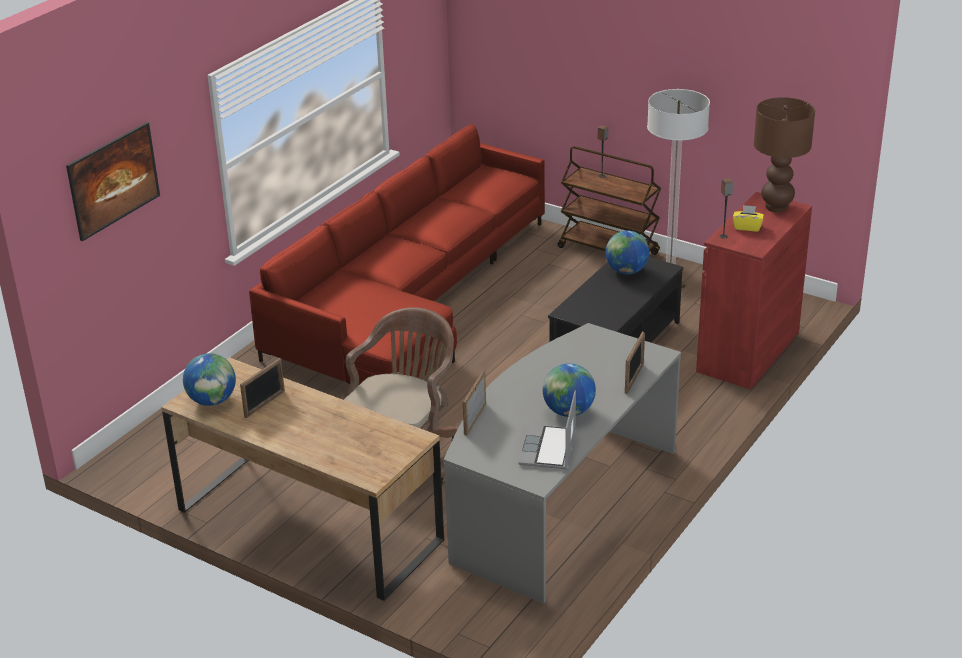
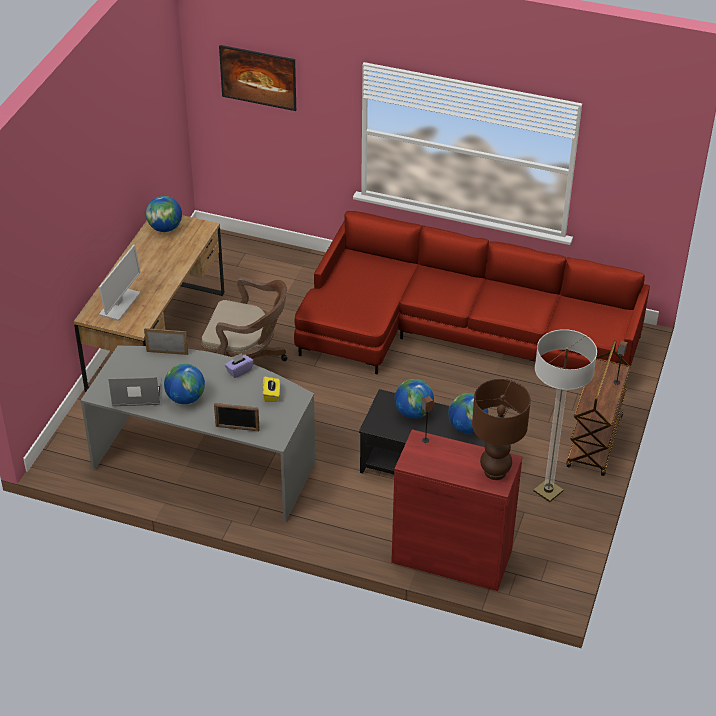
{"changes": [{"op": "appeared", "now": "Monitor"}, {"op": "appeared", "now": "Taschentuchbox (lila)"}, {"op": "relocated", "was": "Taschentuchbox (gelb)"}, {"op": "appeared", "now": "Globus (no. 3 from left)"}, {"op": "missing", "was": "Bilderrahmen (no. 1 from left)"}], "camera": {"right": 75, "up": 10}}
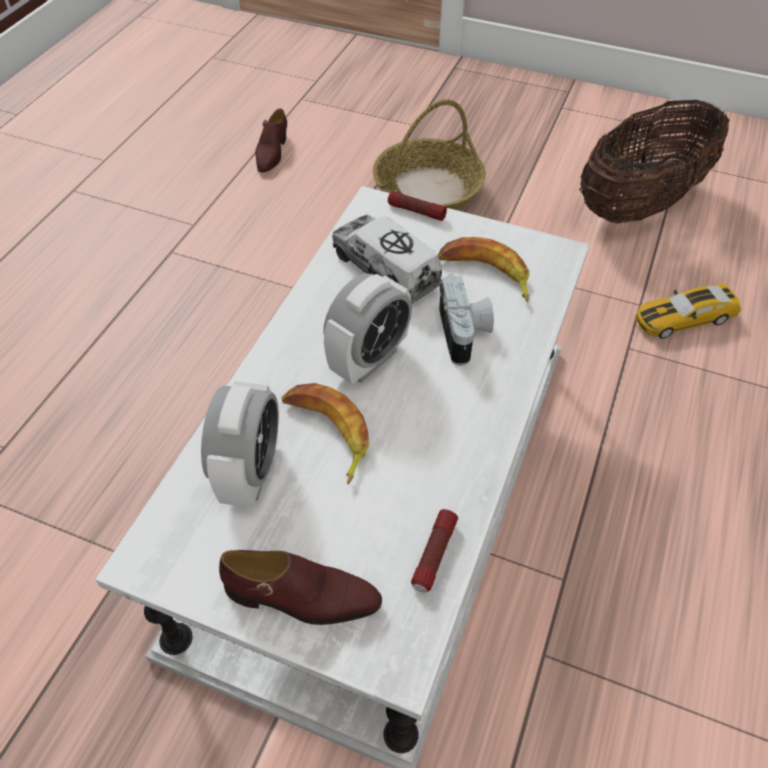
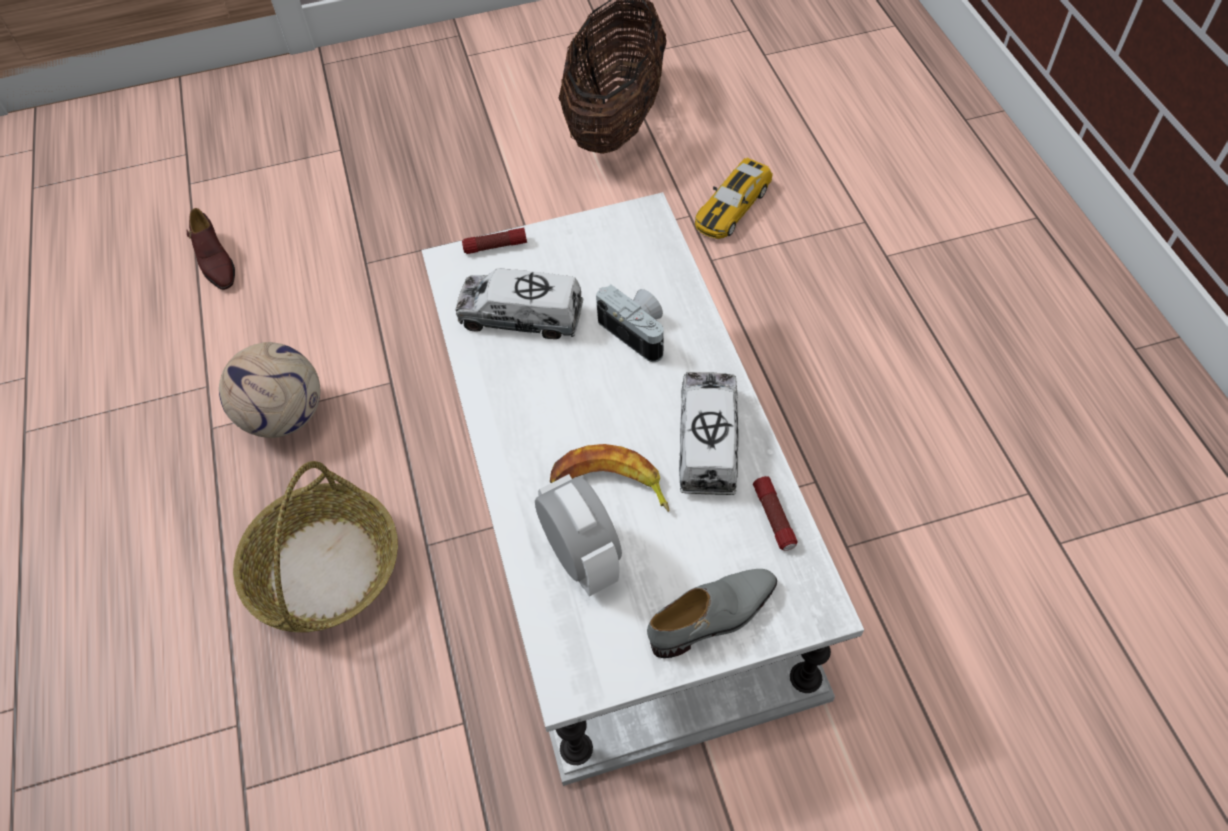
{"changes": [{"op": "appeared", "now": "Fußball"}, {"op": "relocated", "was": "Korb (no. 1 from left)"}, {"op": "colour", "was": "Schuh (braun) (no. 2 from left)", "now": "Schuh (grau)"}, {"op": "appeared", "now": "Spielzeuglaster (no. 2 from left)"}, {"op": "missing", "was": "Wecker (no. 2 from left)"}, {"op": "missing", "was": "Banane (no. 2 from left)"}], "camera": {"right": -35, "up": 5}}
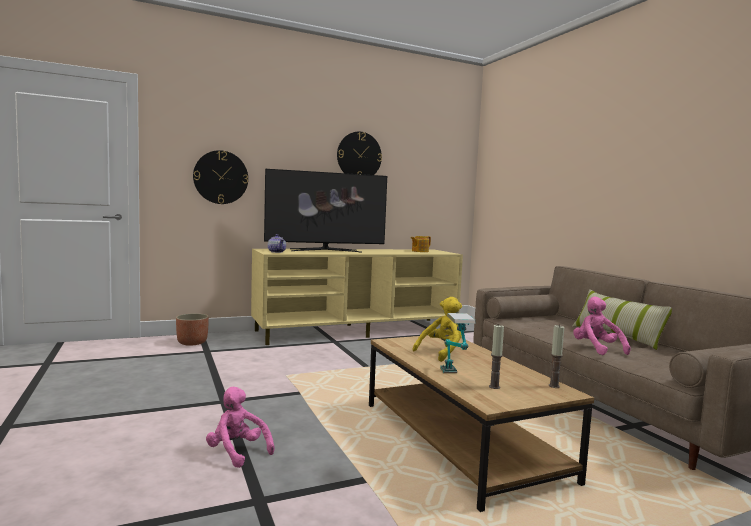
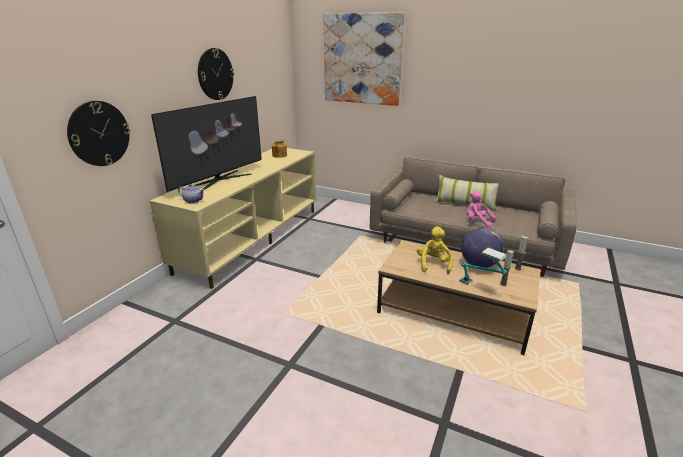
{"changes": [{"op": "appeared", "now": "Bild"}, {"op": "appeared", "now": "Globus"}, {"op": "missing", "was": "Pflanzkübel"}, {"op": "missing", "was": "Plüschtier (rosa) (no. 1 from left)"}], "camera": {"right": -40, "up": 20}}
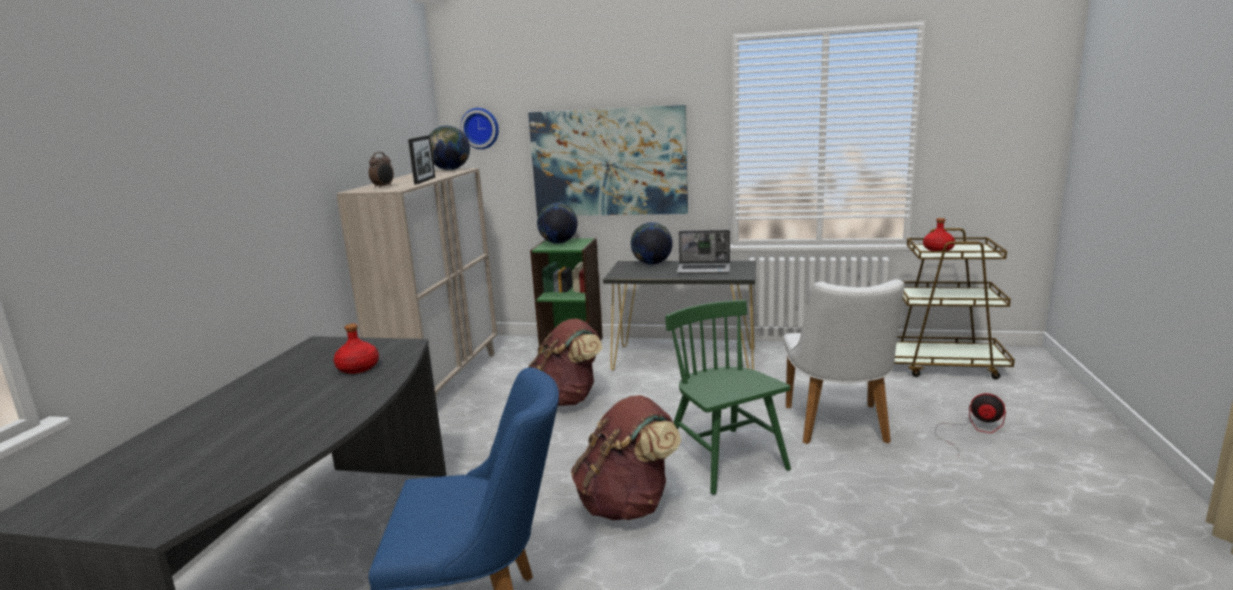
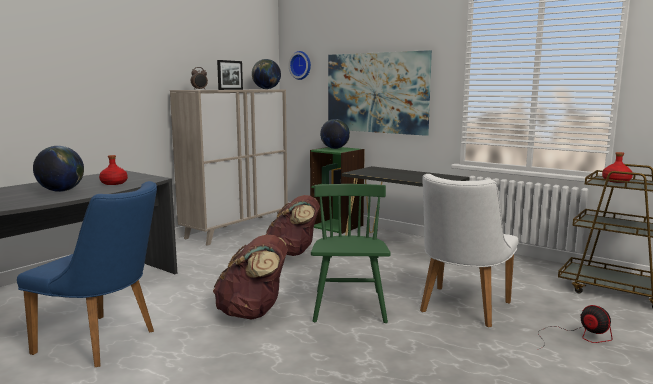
{"changes": [{"op": "relocated", "was": "Globus (no. 3 from left in the first image)", "now": "Globus (no. 1 from left)"}, {"op": "missing", "was": "Laptop"}], "camera": {"right": 25, "up": -5}}
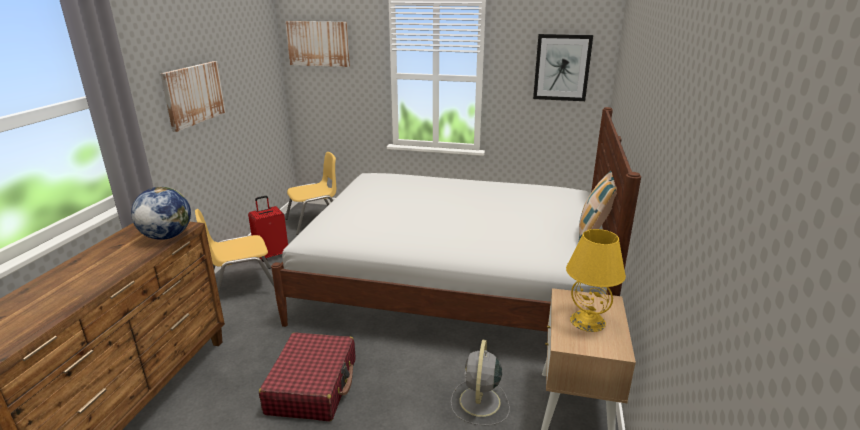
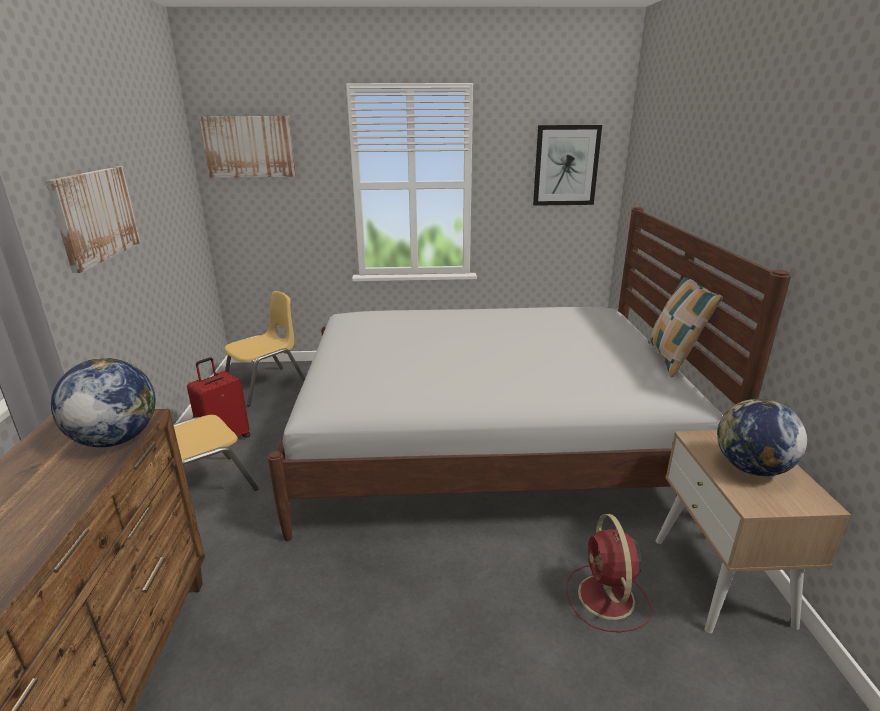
{"changes": [{"op": "colour", "was": "Ventilator (grau)", "now": "Ventilator (rot)"}, {"op": "exchanged", "was": "Tischlampe (gelb)", "now": "Globus (no. 2 from left)"}, {"op": "missing", "was": "Koffer (rot) (no. 2 from left)"}], "camera": {"right": -15, "up": 0}}
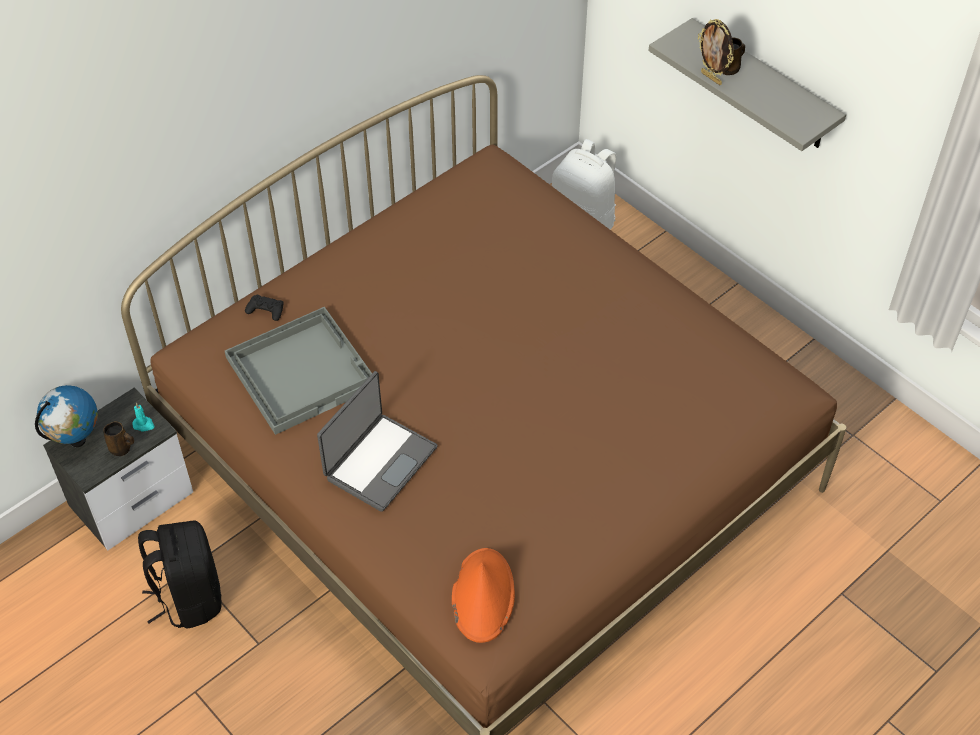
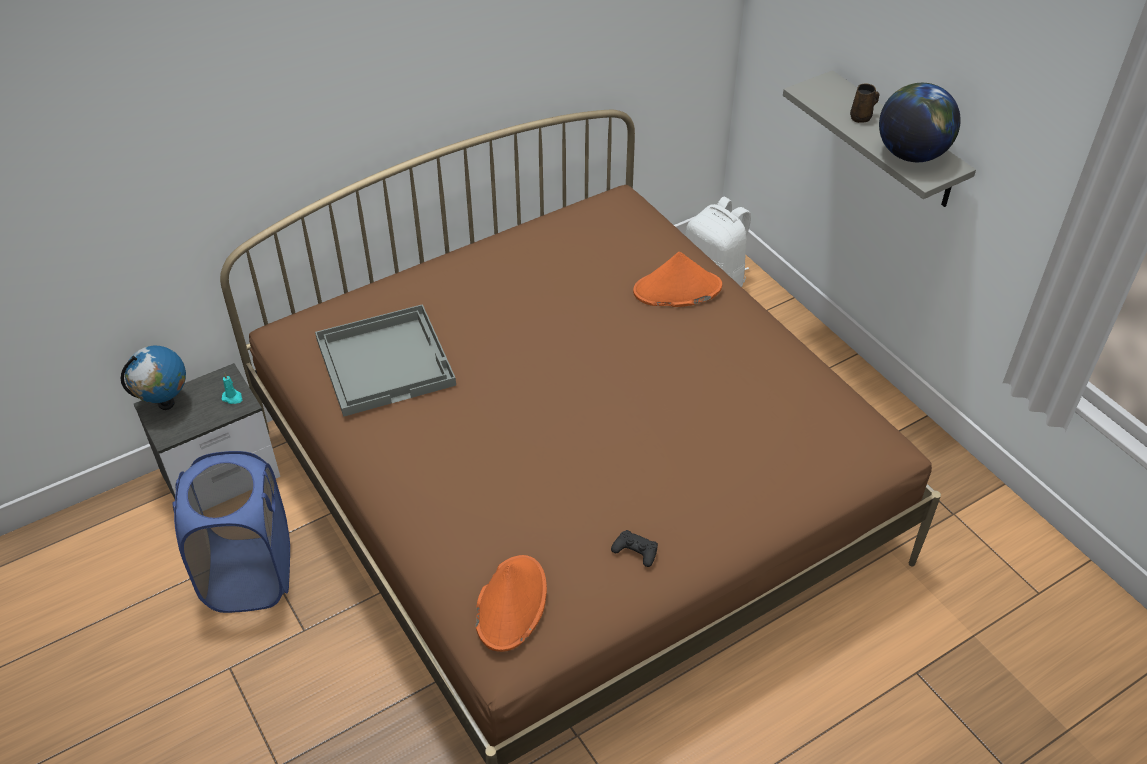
{"changes": [{"op": "exchanged", "was": "Rucksack (schwarz)", "now": "Wäschekorb (blau)"}, {"op": "relocated", "was": "Gamepad (schwarz)"}, {"op": "appeared", "now": "Hut (orange) (no. 2 from left)"}, {"op": "appeared", "now": "Globus (no. 2 from left)"}, {"op": "missing", "was": "Henkelbecher (braun) (no. 1 from left)"}, {"op": "missing", "was": "Laptop"}, {"op": "missing", "was": "Bilderrahmen"}], "camera": {"right": 10, "up": -5}}
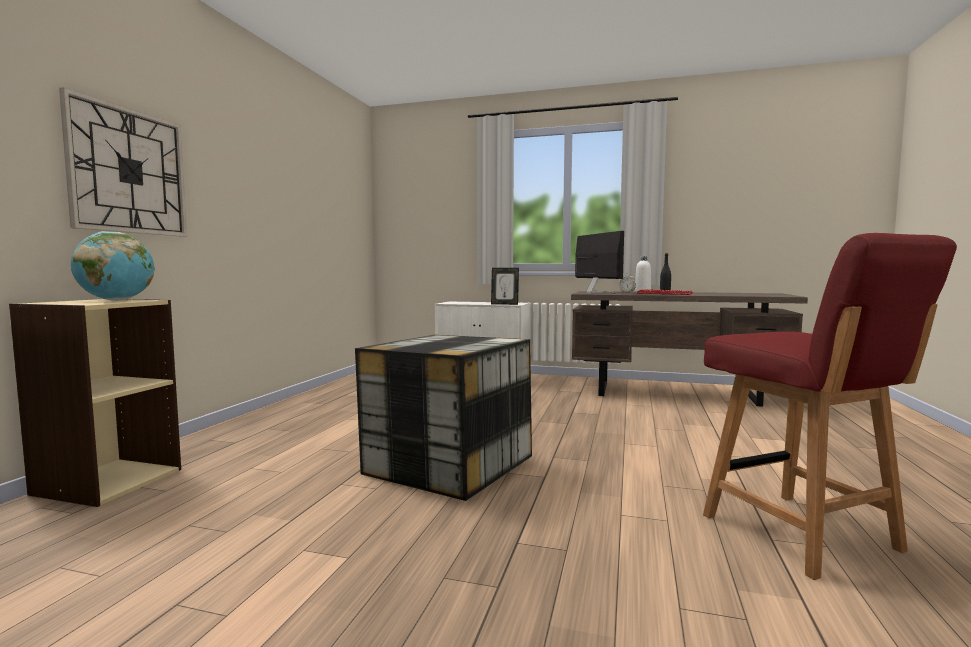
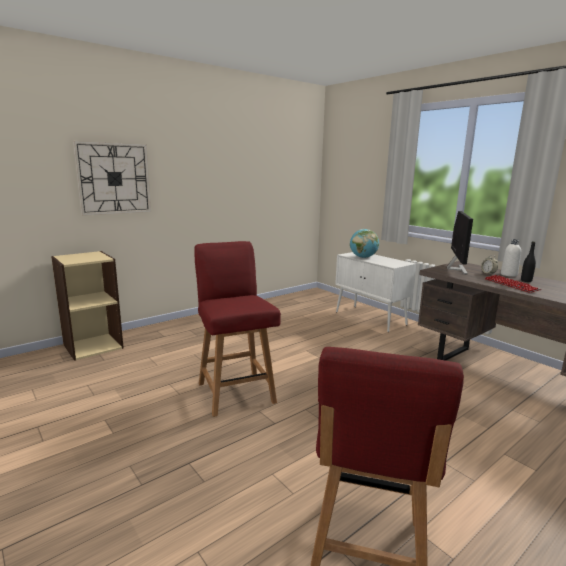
{"changes": [{"op": "exchanged", "was": "Aufbewahrungsbox", "now": "Stuhl (rot) (no. 1 from left)"}, {"op": "relocated", "was": "Globus"}, {"op": "missing", "was": "Bilderrahmen"}], "camera": {"right": 35, "up": 10}}
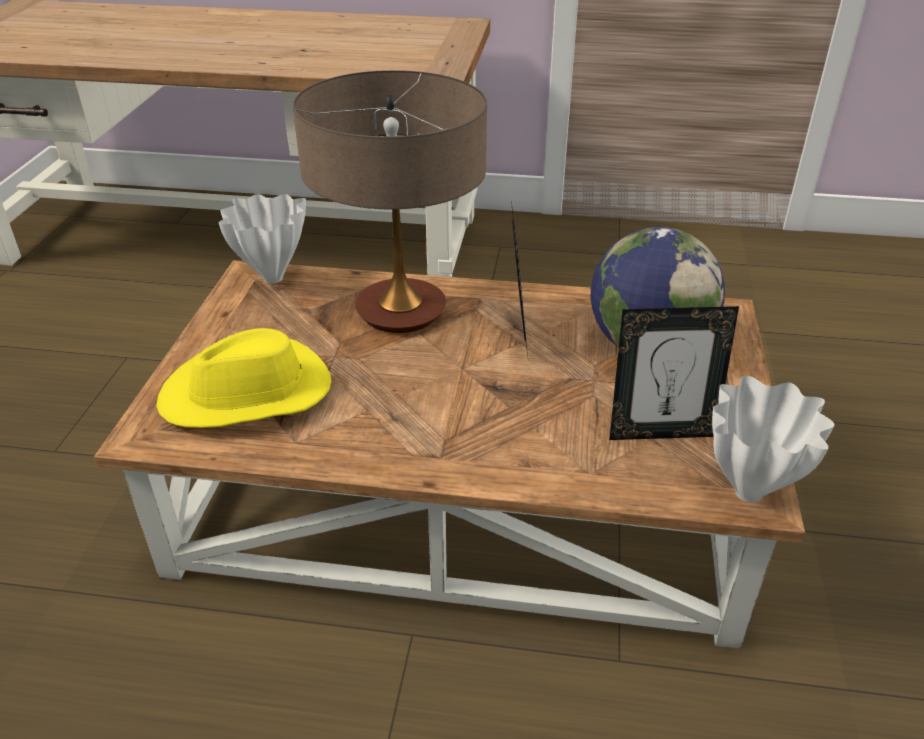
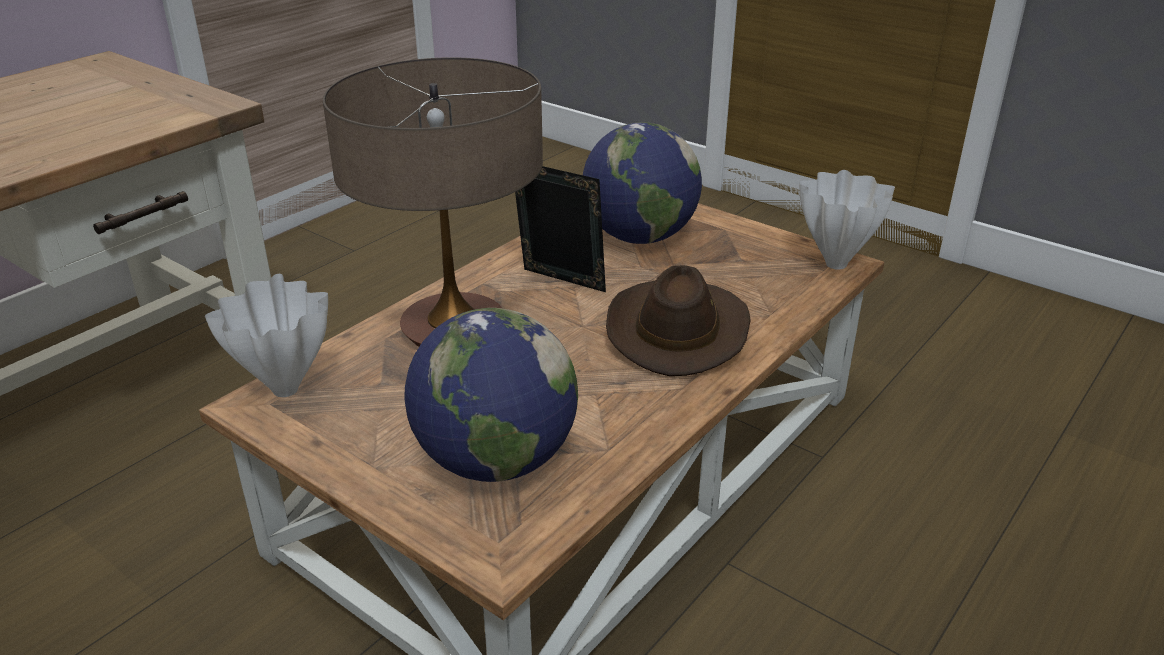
{"changes": [{"op": "exchanged", "was": "Hut (gelb)", "now": "Globus (no. 1 from left)"}, {"op": "appeared", "now": "Hut (braun)"}, {"op": "missing", "was": "Bilderrahmen (no. 2 from left)"}], "camera": {"right": -60, "up": -5}}
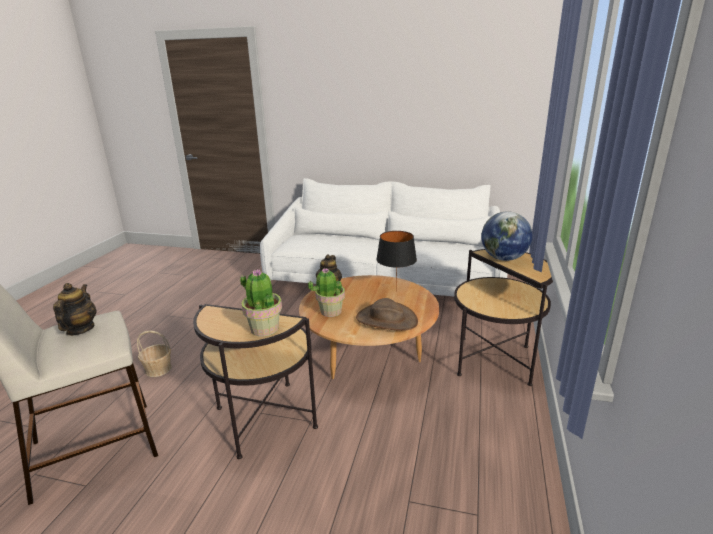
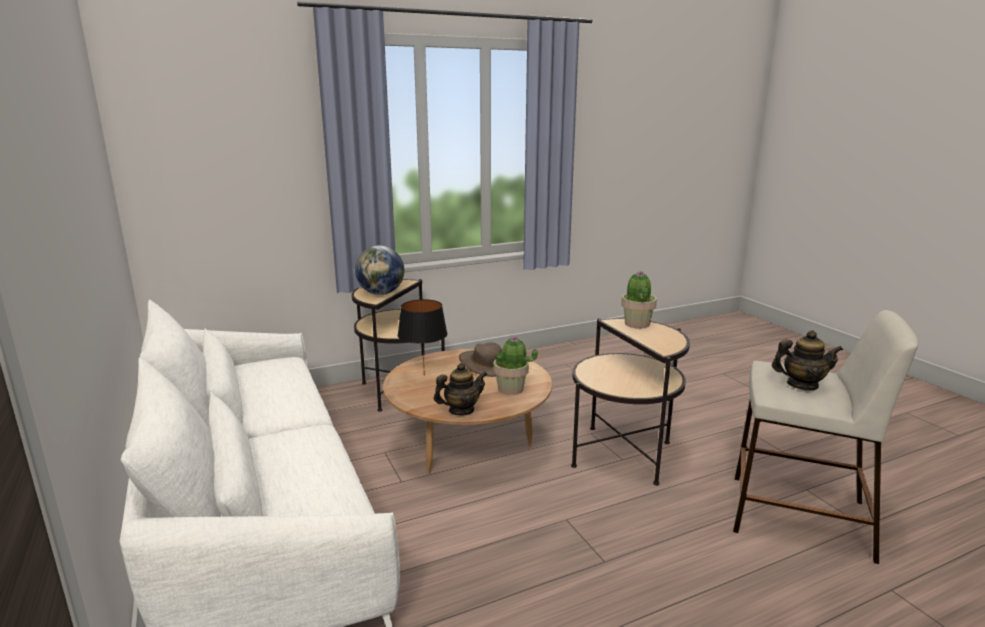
{"changes": [{"op": "spun", "was": "Teekanne (no. 1 from left in the first image)", "clockwise": -135}, {"op": "missing", "was": "Korb"}], "camera": {"right": -130, "up": -5}}
